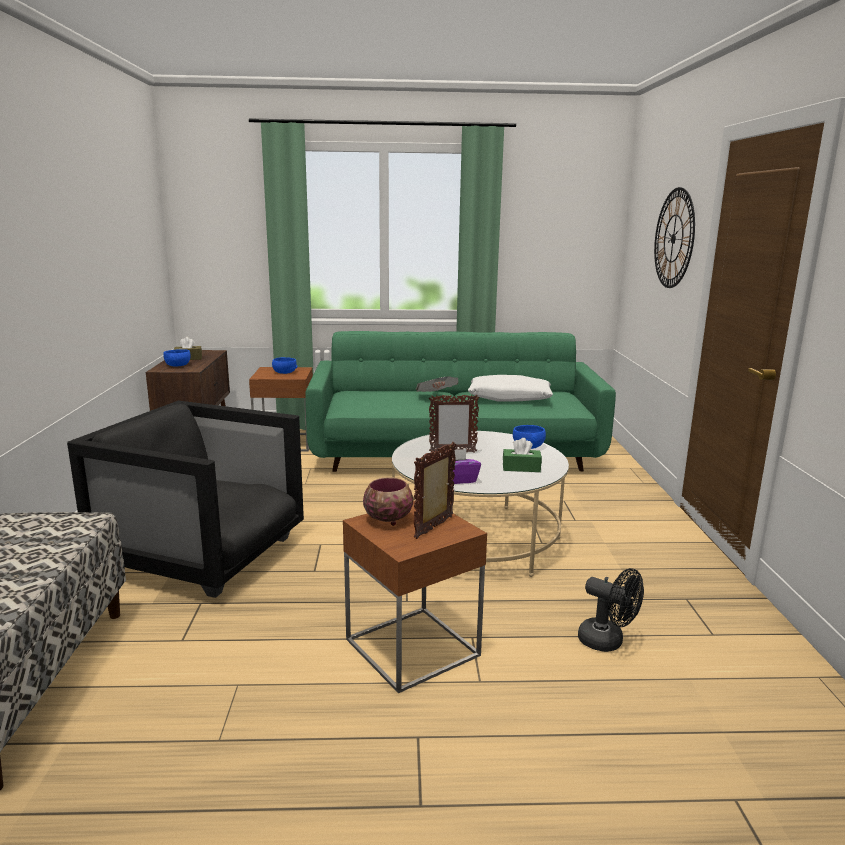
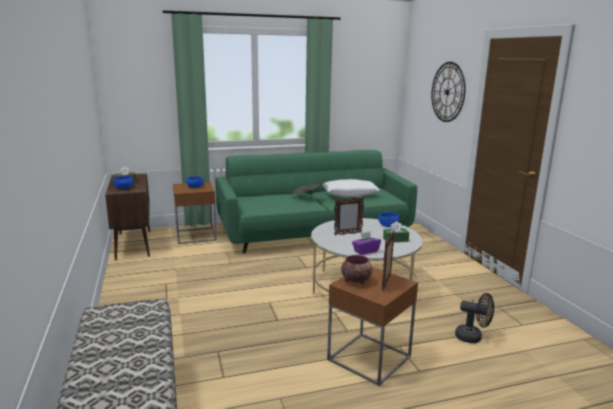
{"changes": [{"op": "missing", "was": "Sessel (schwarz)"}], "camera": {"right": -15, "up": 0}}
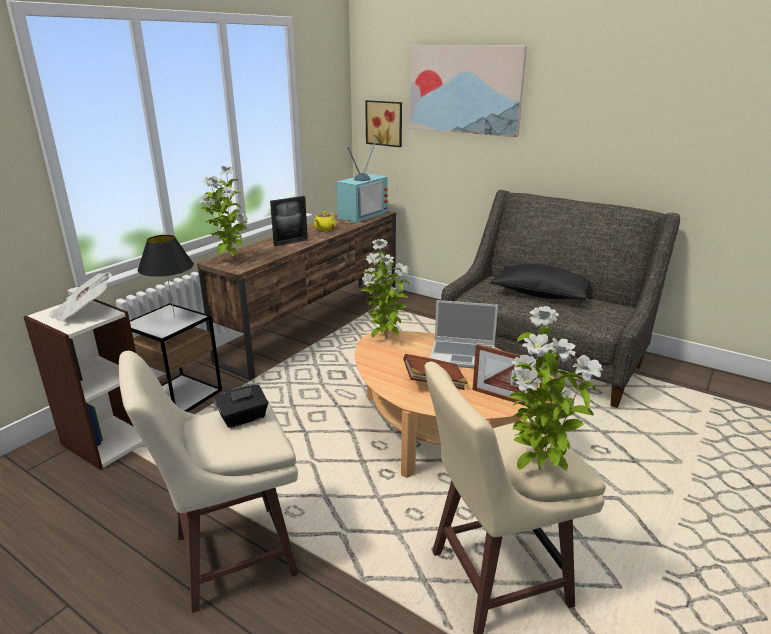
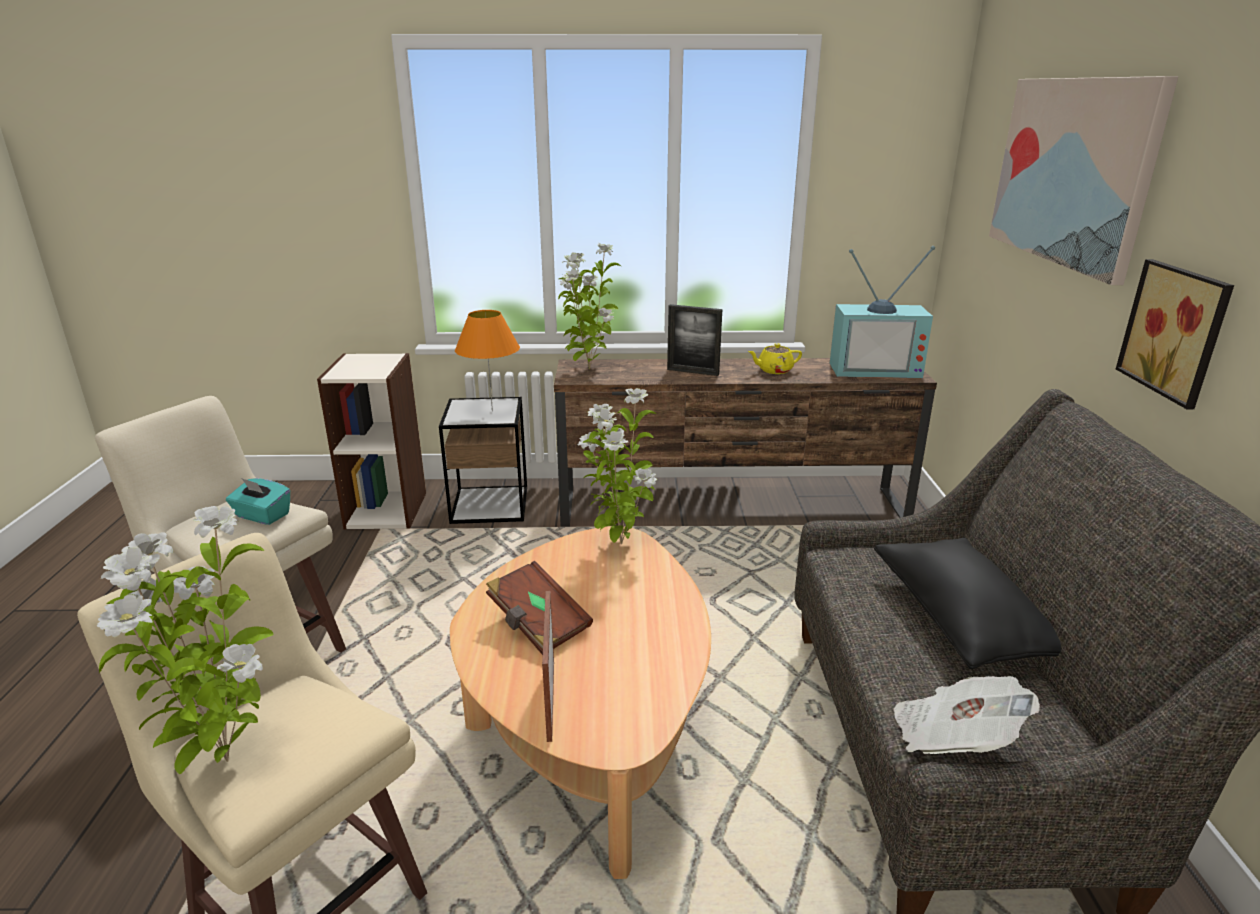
{"changes": [{"op": "colour", "was": "Taschentuchbox (schwarz)", "now": "Taschentuchbox (türkis)"}, {"op": "colour", "was": "Tischlampe (schwarz)", "now": "Tischlampe (orange)"}, {"op": "relocated", "was": "Zeitung"}, {"op": "relocated", "was": "Bild (no. 1 from left in the first image)", "now": "Bild (no. 2 from left)"}, {"op": "missing", "was": "Laptop"}], "camera": {"right": 55, "up": 0}}
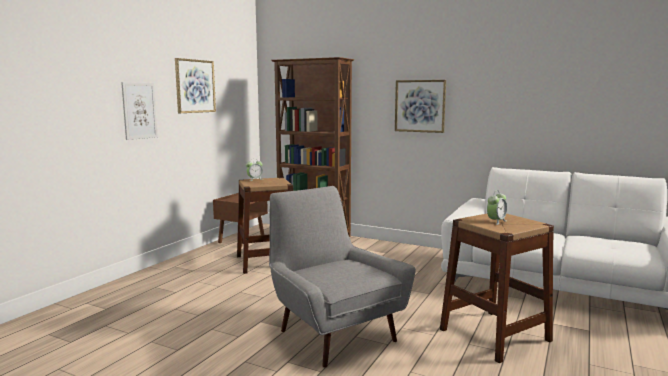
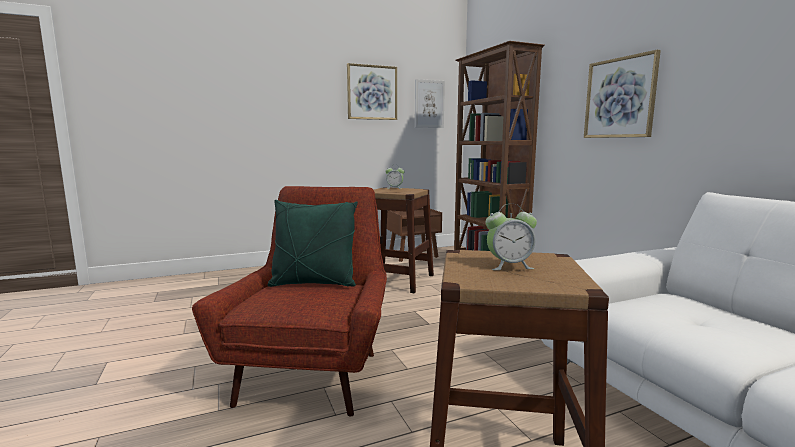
{"changes": [{"op": "colour", "was": "Sessel (grau)", "now": "Sessel (rot)"}, {"op": "appeared", "now": "Kissen (grün)"}, {"op": "relocated", "was": "Bild (no. 1 from left in the first image)", "now": "Bild (no. 2 from left)"}], "camera": {"right": 40, "up": 0}}
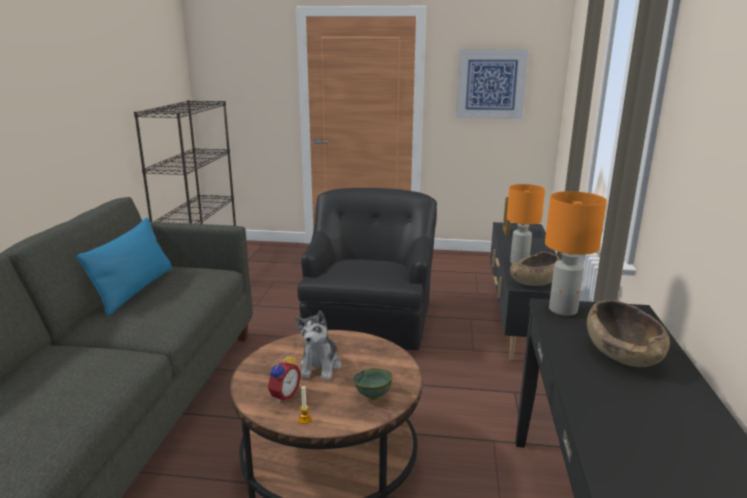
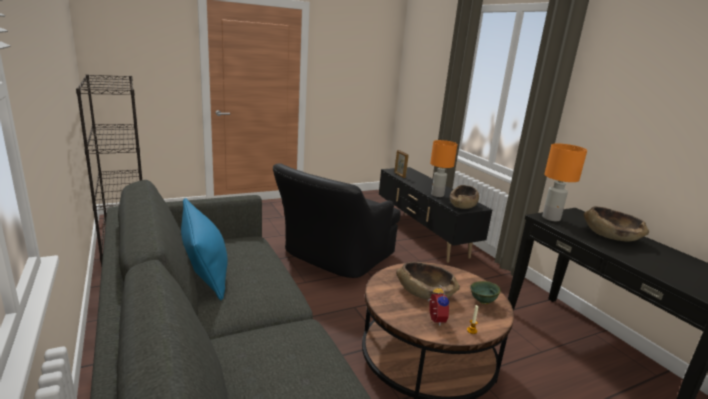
{"changes": [{"op": "spun", "was": "Sessel (schwarz)", "clockwise": -120}, {"op": "exchanged", "was": "Plüschtier", "now": "Schüssel (braun) (no. 1 from left)"}, {"op": "missing", "was": "Bild"}], "camera": {"right": -35, "up": 0}}
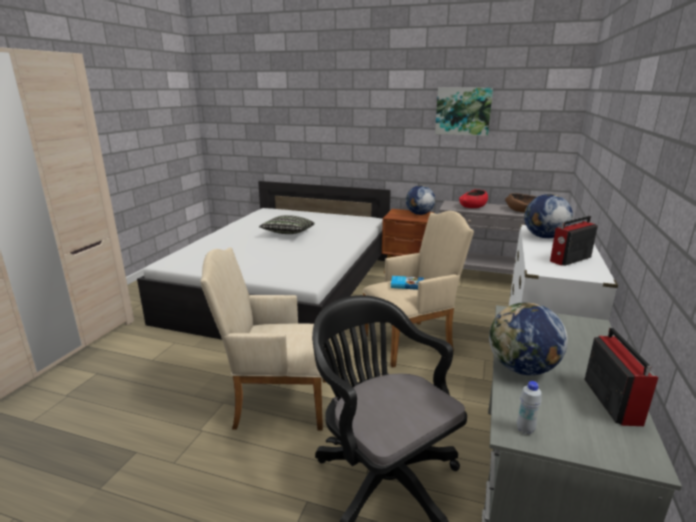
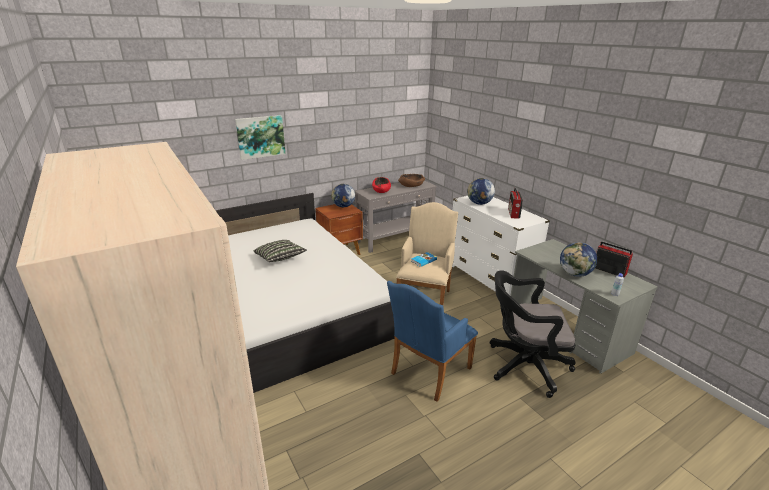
{"changes": [{"op": "relocated", "was": "Bild"}, {"op": "colour", "was": "Sessel (beige) (no. 1 from left)", "now": "Sessel (blau)"}], "camera": {"right": -50, "up": 5}}
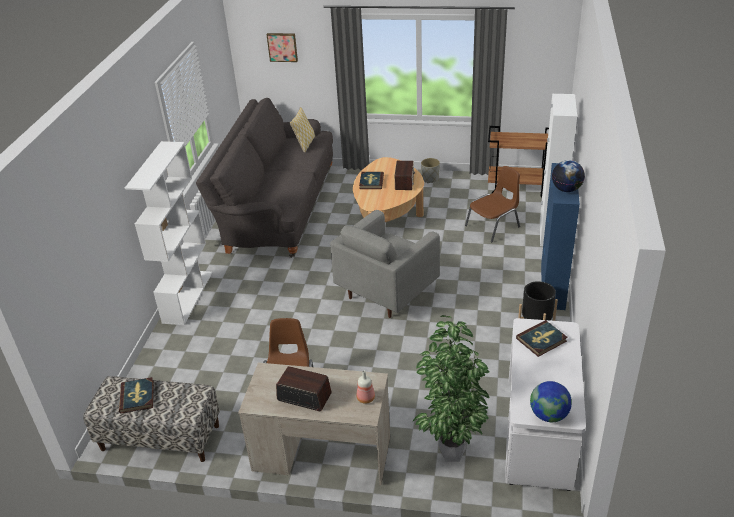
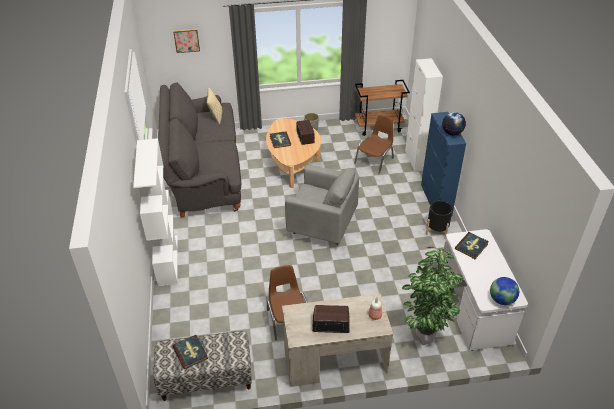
{"changes": [{"op": "spun", "was": "Sessel (grau)", "clockwise": -90}], "camera": {"right": -20, "up": 5}}
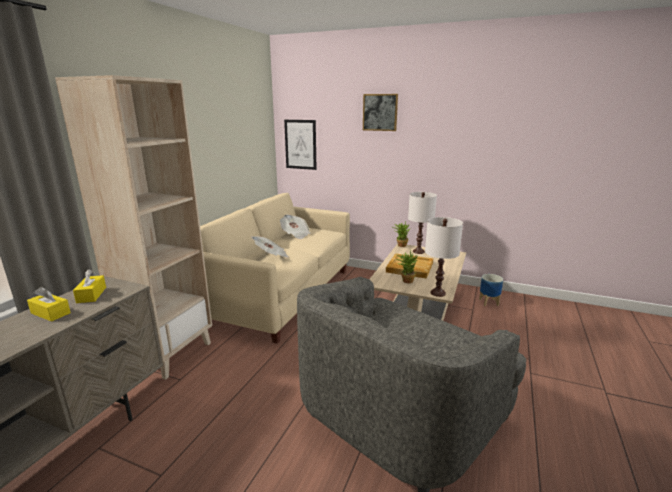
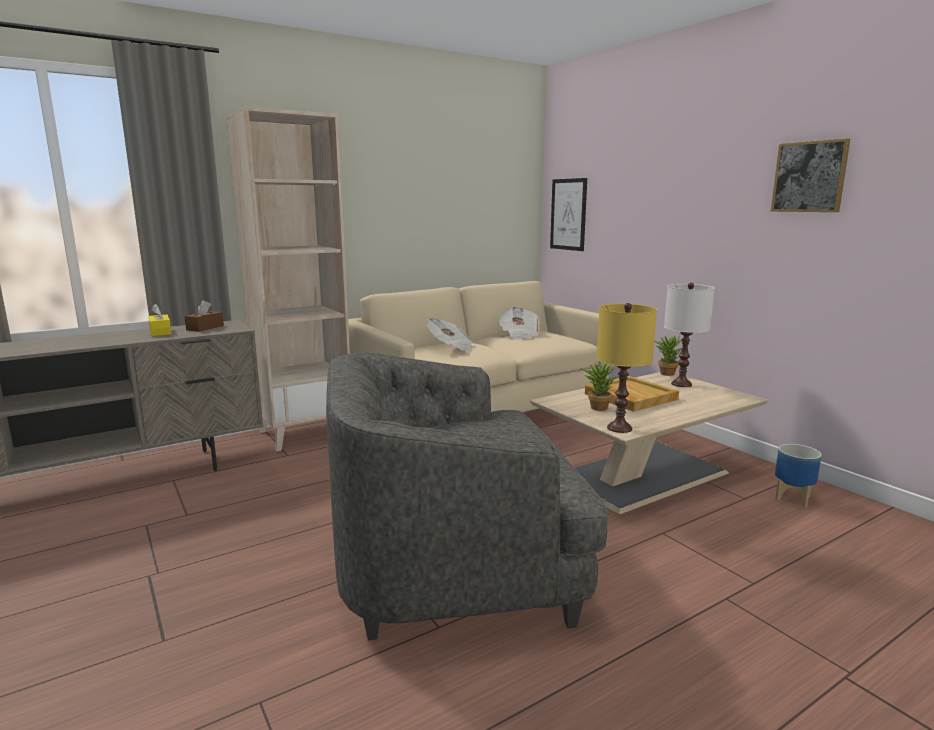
{"changes": [{"op": "colour", "was": "Taschentuchbox (gelb) (no. 2 from left)", "now": "Taschentuchbox (braun)"}, {"op": "colour", "was": "Tischlampe (weiß) (no. 2 from left)", "now": "Tischlampe (gelb)"}, {"op": "relocated", "was": "Bild (no. 2 from left)"}], "camera": {"right": 35, "up": -5}}
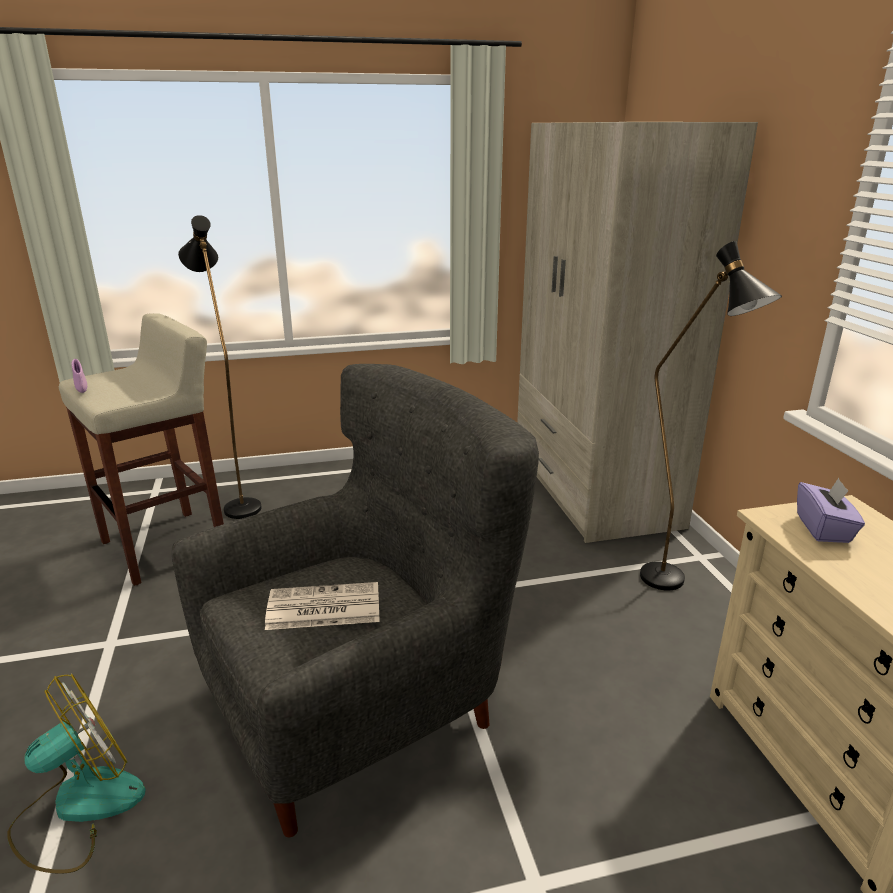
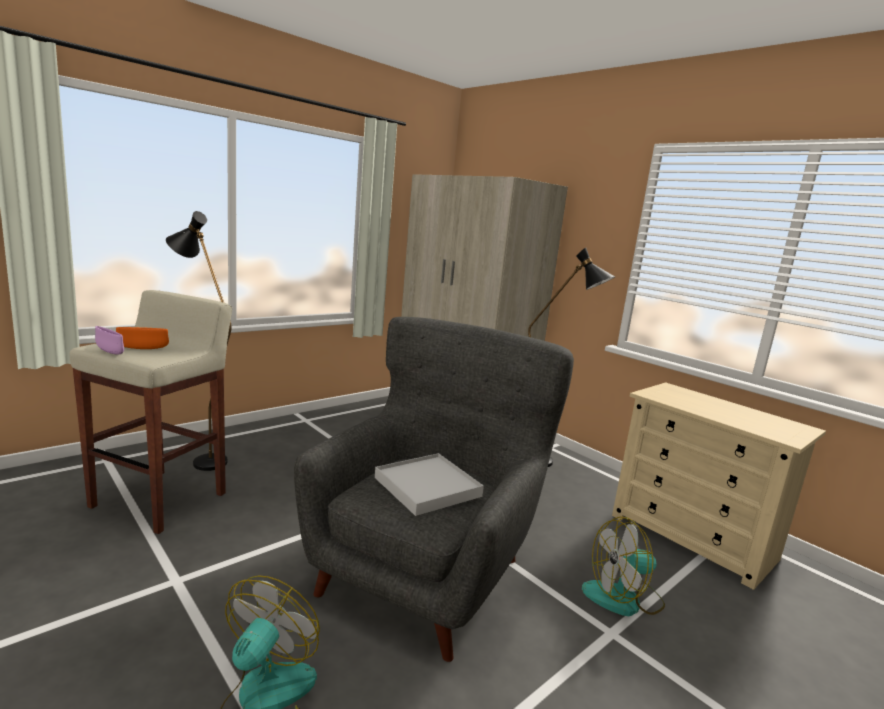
{"changes": [{"op": "appeared", "now": "Schüssel (orange)"}, {"op": "exchanged", "was": "Zeitung", "now": "Tablett (weiß)"}, {"op": "appeared", "now": "Ventilator (no. 2 from left)"}, {"op": "missing", "was": "Taschentuchbox (lila)"}], "camera": {"right": -30, "up": -10}}
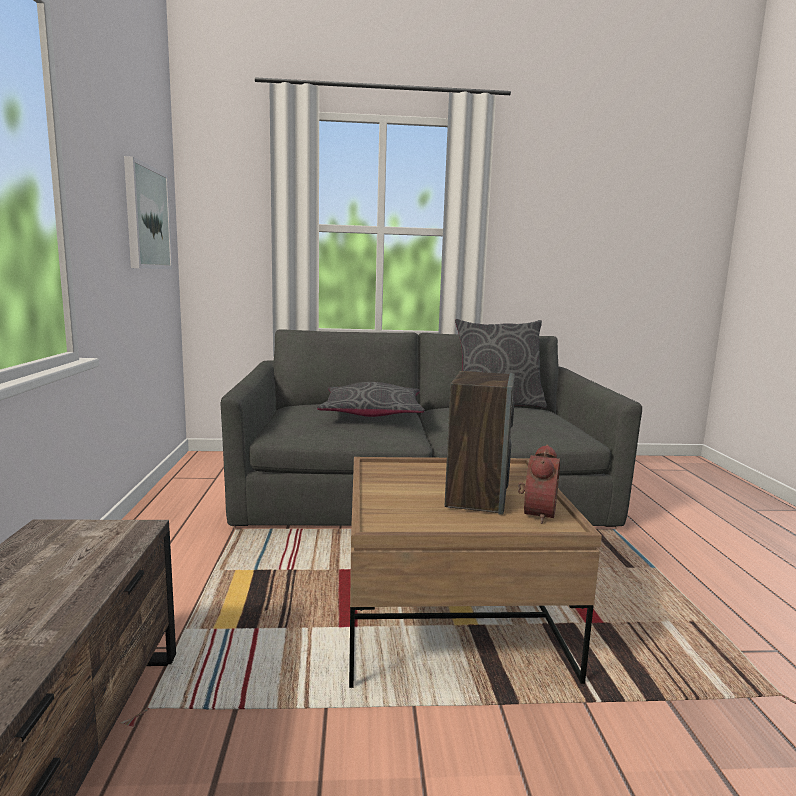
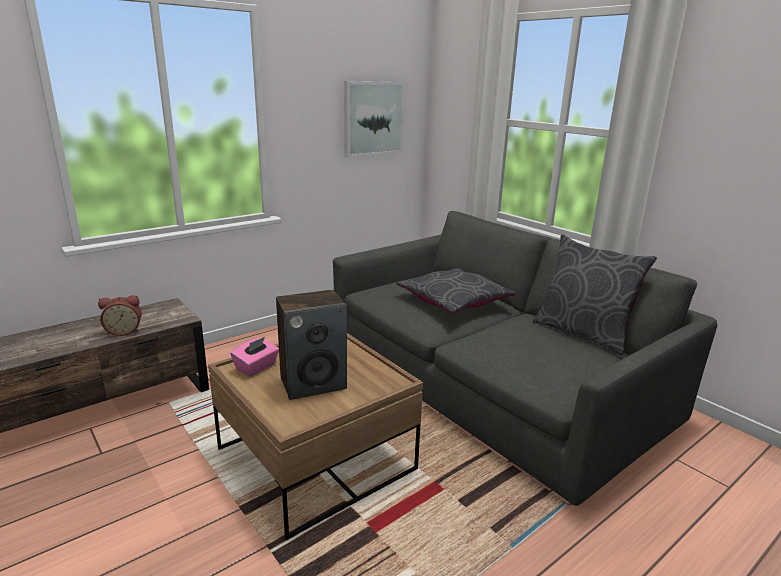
{"changes": [{"op": "relocated", "was": "Wecker"}, {"op": "appeared", "now": "Taschentuchbox (rosa)"}], "camera": {"right": 55, "up": 10}}
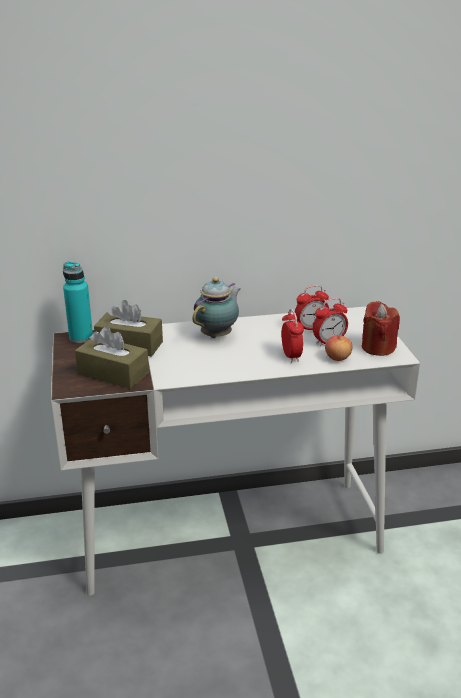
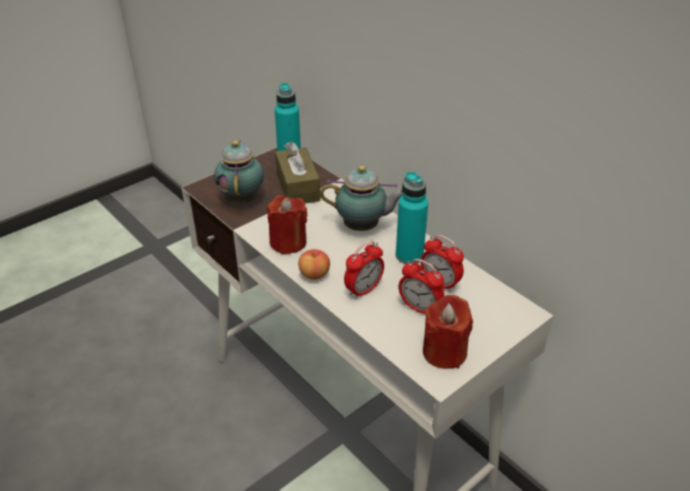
{"changes": [{"op": "exchanged", "was": "Taschentuchbox (braun) (no. 1 from left)", "now": "Teekanne (no. 1 from left)"}, {"op": "appeared", "now": "Kerze (rot) (no. 1 from left)"}, {"op": "relocated", "was": "Apfel"}, {"op": "appeared", "now": "Flasche (türkis) (no. 2 from left)"}], "camera": {"right": 60, "up": 10}}
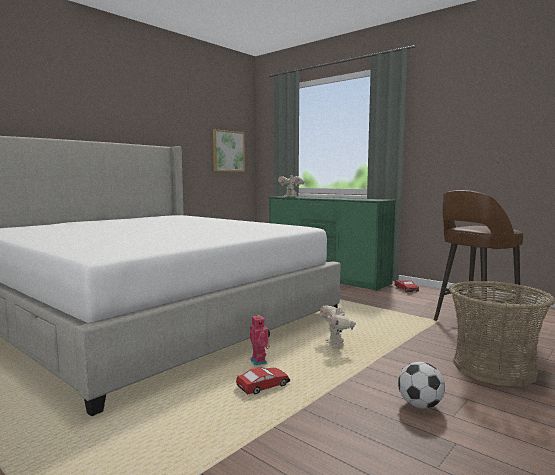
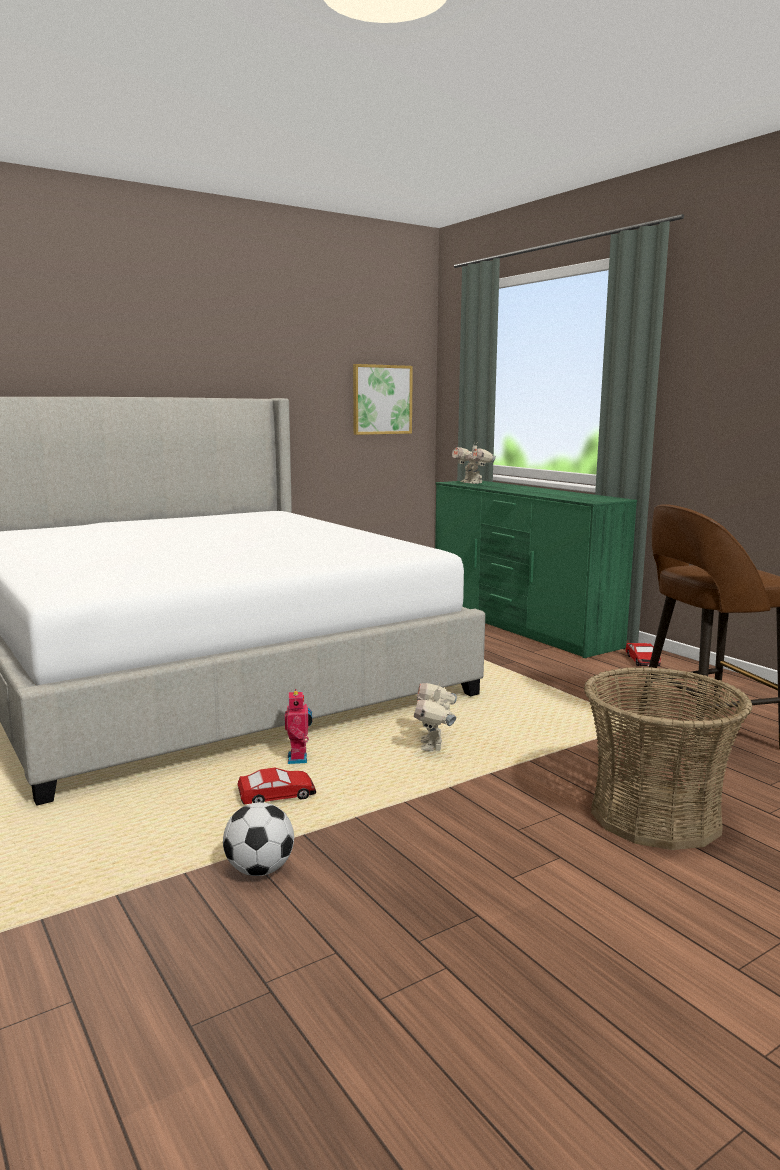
{"changes": [{"op": "relocated", "was": "Fußball"}], "camera": {"right": 15, "up": 5}}
